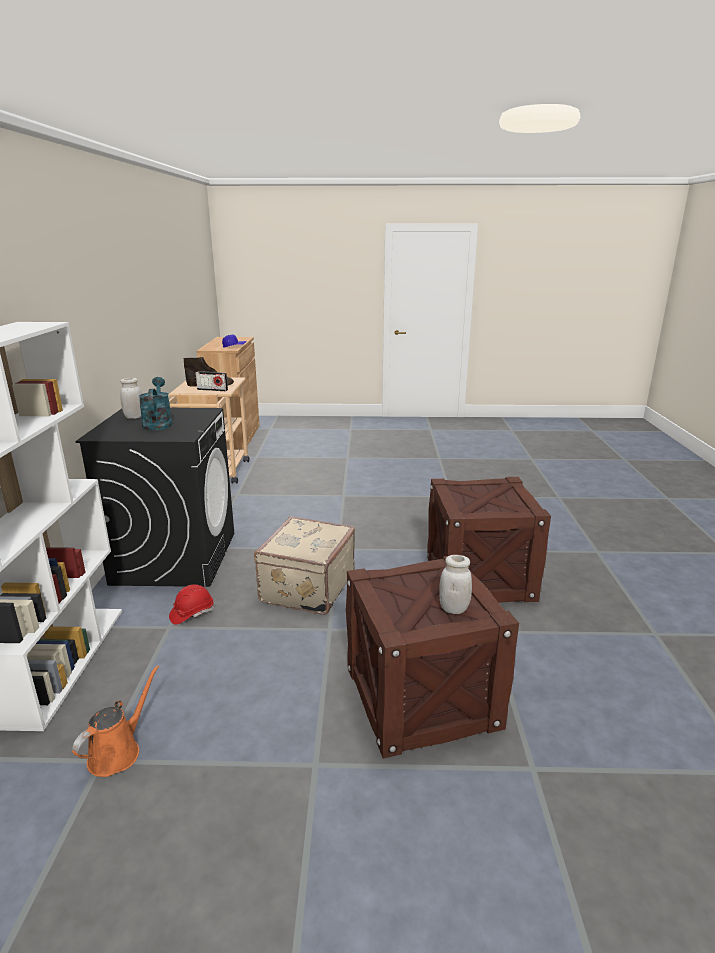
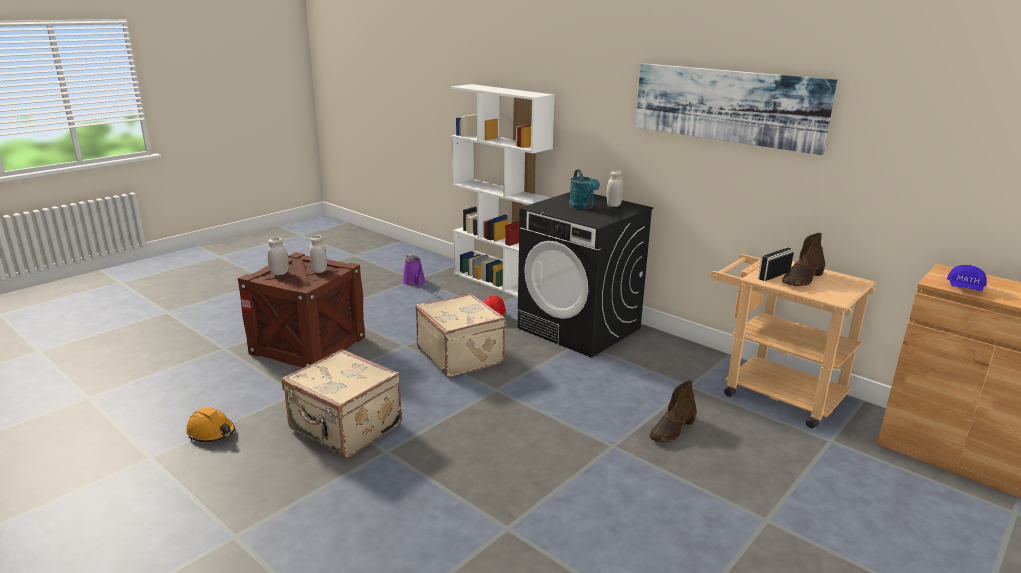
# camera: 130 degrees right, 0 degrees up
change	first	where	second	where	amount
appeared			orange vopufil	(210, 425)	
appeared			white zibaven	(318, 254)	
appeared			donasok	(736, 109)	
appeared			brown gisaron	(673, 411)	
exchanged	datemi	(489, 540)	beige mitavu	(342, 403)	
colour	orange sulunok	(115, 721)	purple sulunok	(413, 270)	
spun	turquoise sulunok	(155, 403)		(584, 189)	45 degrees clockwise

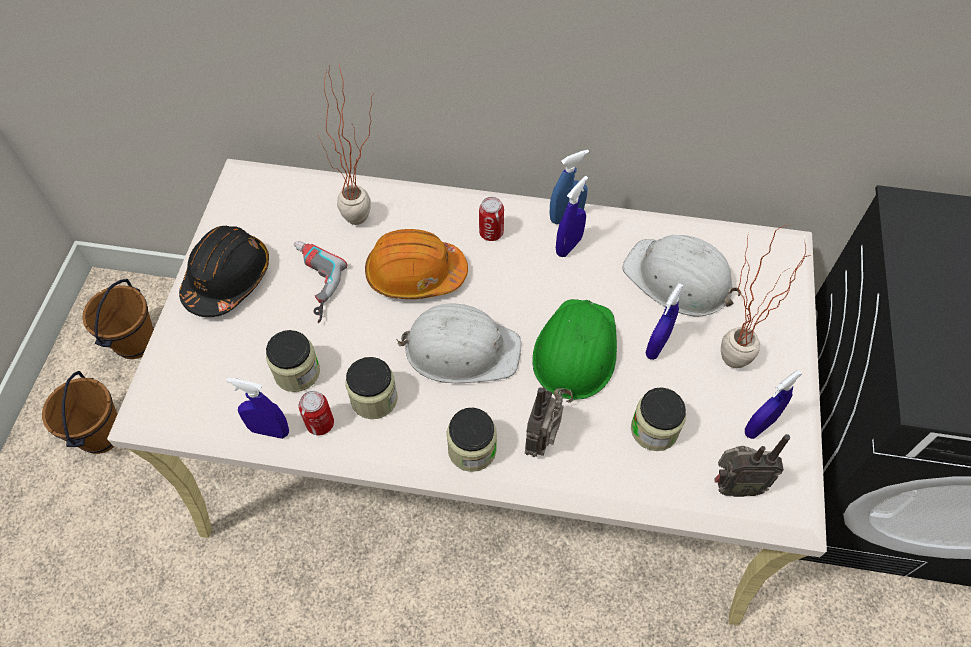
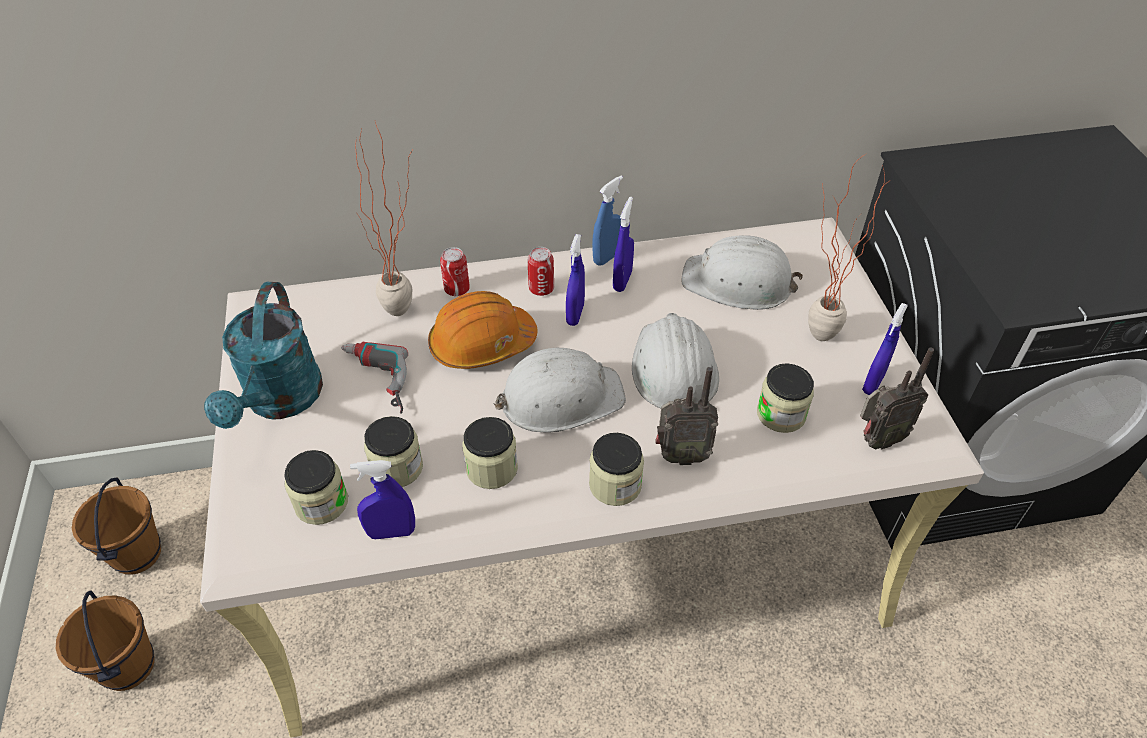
# camera: 20 degrees left, 10 degrees down
change	first	where	second	where	amount
appeared			zibaven	(316, 487)	
relocated	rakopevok	(316, 413)		(455, 271)	
relocated	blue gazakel	(665, 321)		(575, 280)	
exchanged	black vopufil	(224, 271)	turquoise sulunok	(263, 355)	
colour	green vopufil	(574, 351)	white vopufil	(675, 360)	
spun	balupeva	(544, 422)		(686, 416)	90 degrees counterclockwise

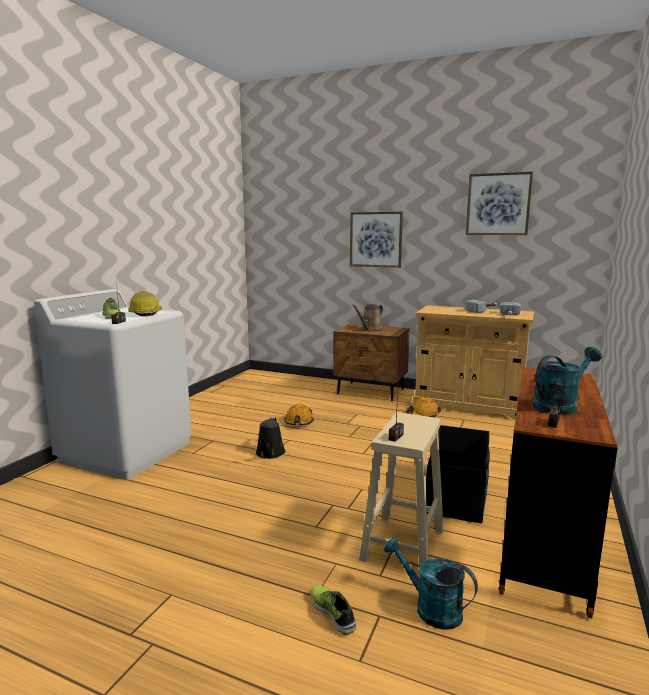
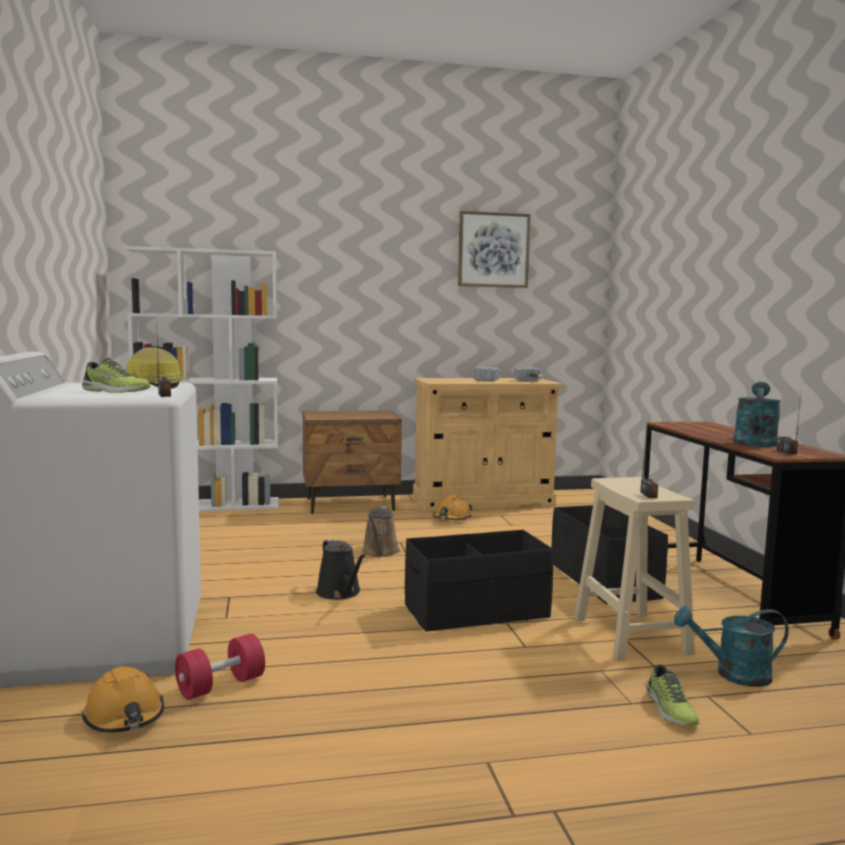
# camera: 35 degrees left, 5 degrees down
change	first	where	second	where	amount
missing	donasok	(376, 240)			
appeared			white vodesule	(202, 378)	
appeared			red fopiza	(220, 667)	
appeared			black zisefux	(479, 581)	
relocated	orange vopufil	(299, 414)		(123, 699)	
relocated	brown sulunok	(367, 317)		(381, 532)	
spun	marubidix	(333, 610)		(673, 695)	120 degrees counterclockwise

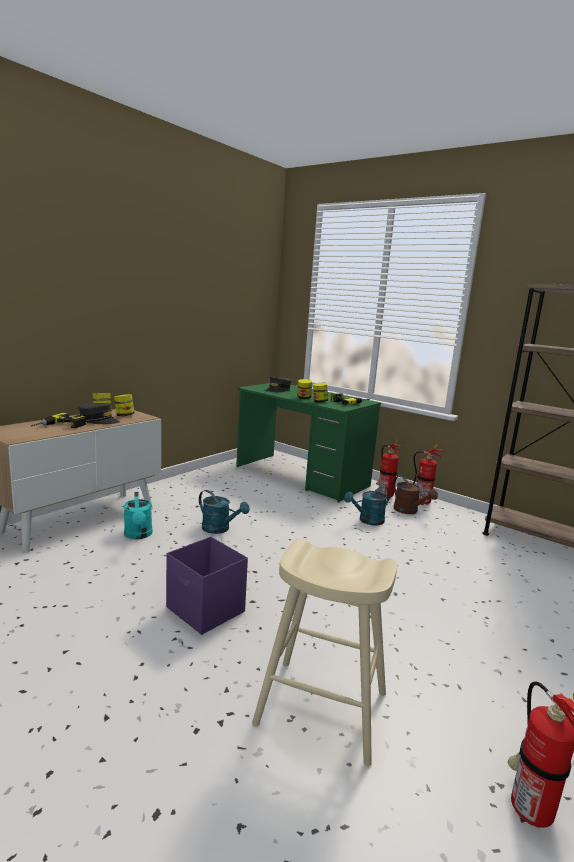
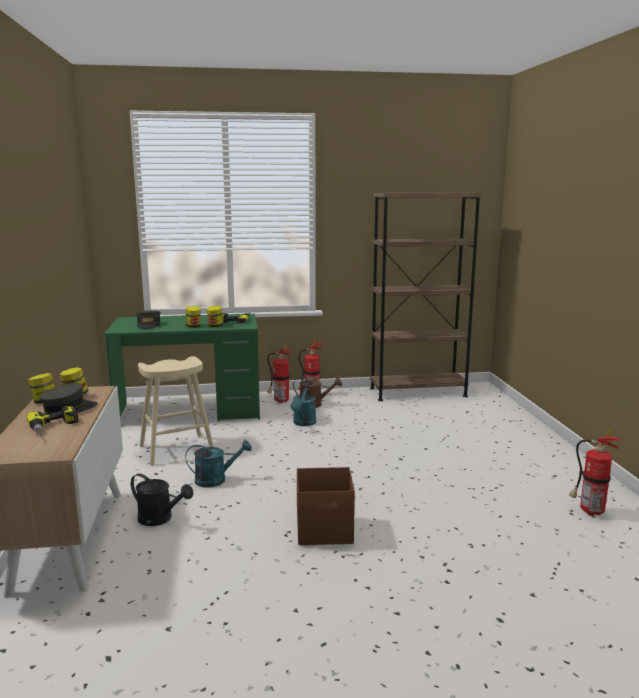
# camera: 45 degrees left, 0 degrees up
change	first	where	second	where	amount
relocated	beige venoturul	(324, 652)		(176, 411)	
colour	turquoise sulunok	(138, 515)	black sulunok	(162, 500)	
colour	purple zisefux	(207, 586)	brown zisefux	(326, 506)	

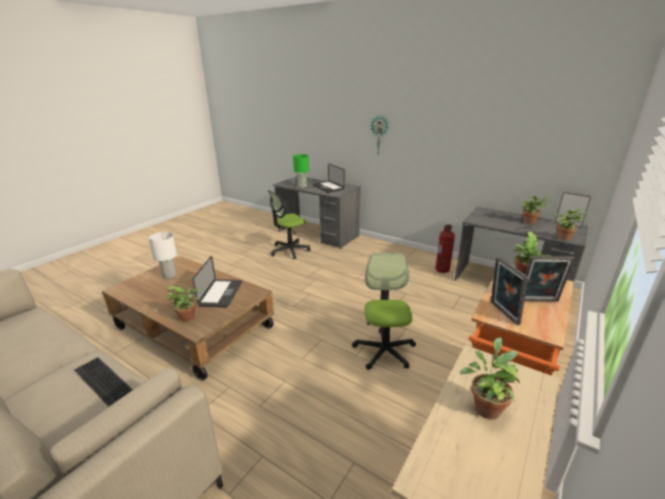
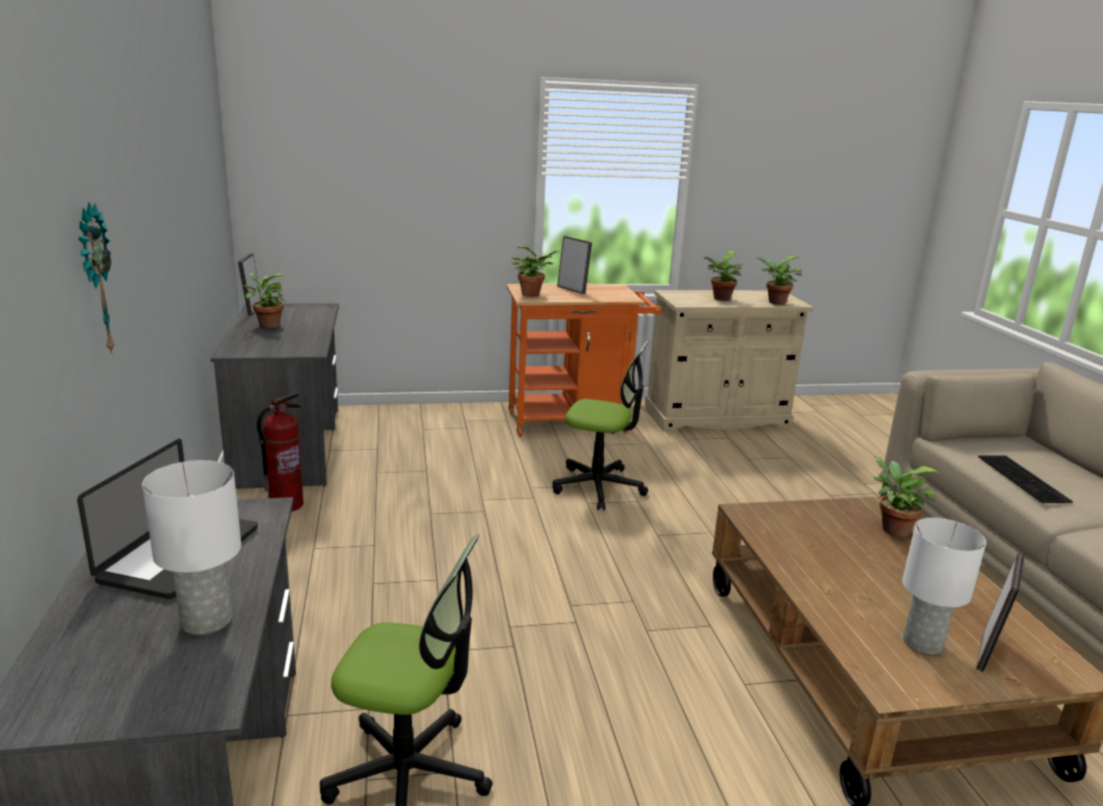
# camera: 135 degrees left, 5 degrees down
change	first	where	second	where	amount
missing	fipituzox	(217, 281)			
relocated	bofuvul	(509, 291)		(1000, 612)	
relocated	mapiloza	(570, 224)		(780, 280)	
colour	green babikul	(301, 171)	white babikul	(191, 547)	
spun	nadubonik	(384, 311)		(601, 425)	120 degrees counterclockwise

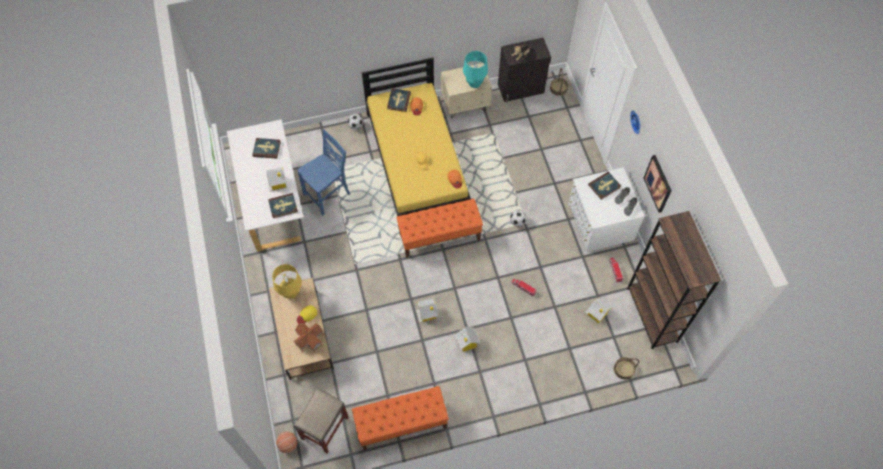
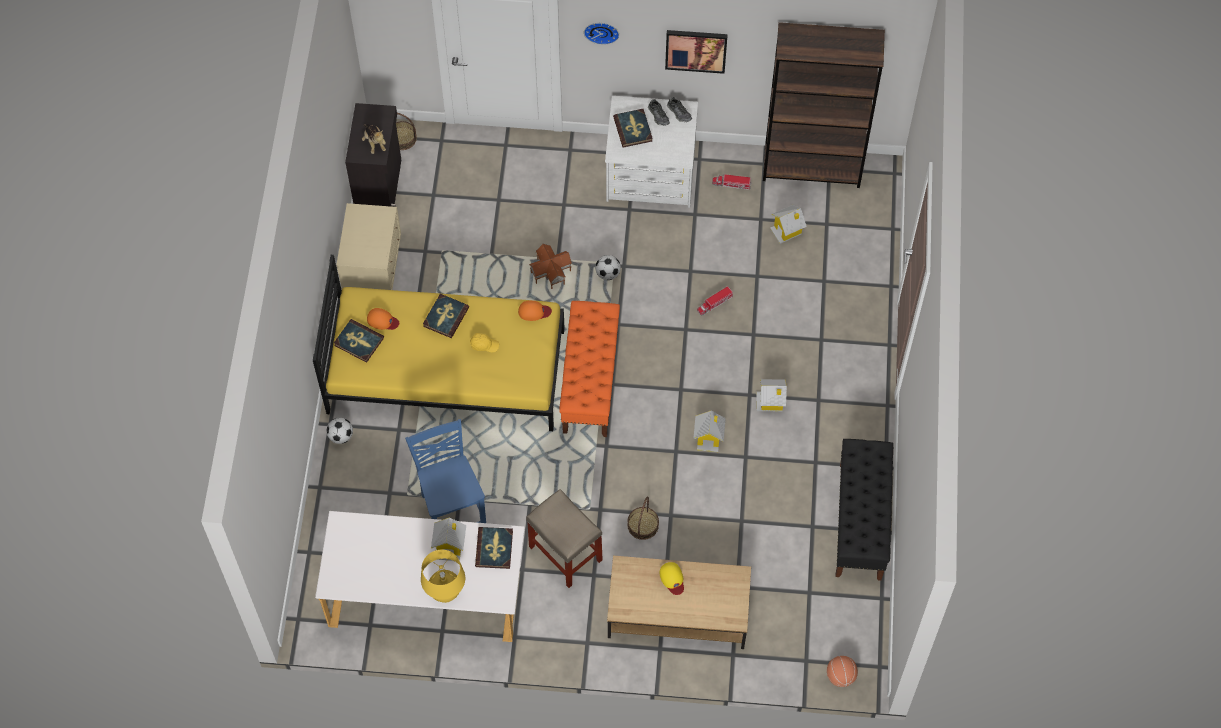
# camera: 70 degrees left, 0 degrees up
change	first	where	second	where	amount
missing	turquoise babikul	(475, 69)			
relocated	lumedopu	(266, 148)		(446, 316)	
relocated	yellow babikul	(287, 281)		(443, 576)	
relocated	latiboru	(309, 338)		(550, 266)	
relocated	beige venoturul	(321, 420)		(564, 538)	
relocated	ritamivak	(626, 368)		(643, 518)	
colour	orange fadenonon	(400, 418)	black fadenonon	(864, 510)	

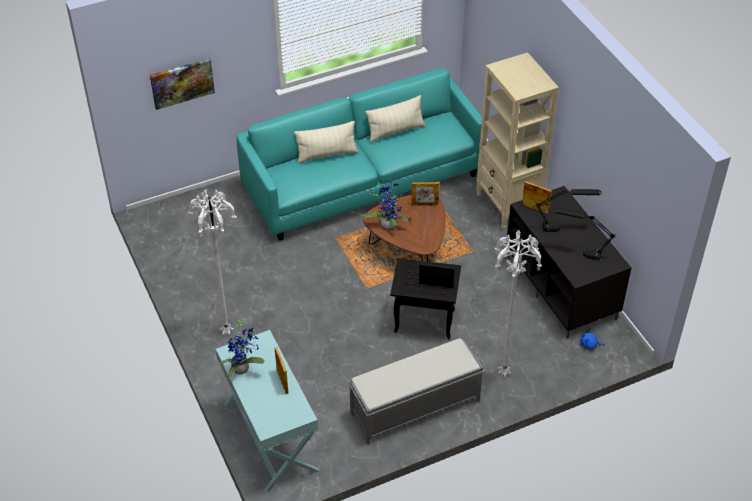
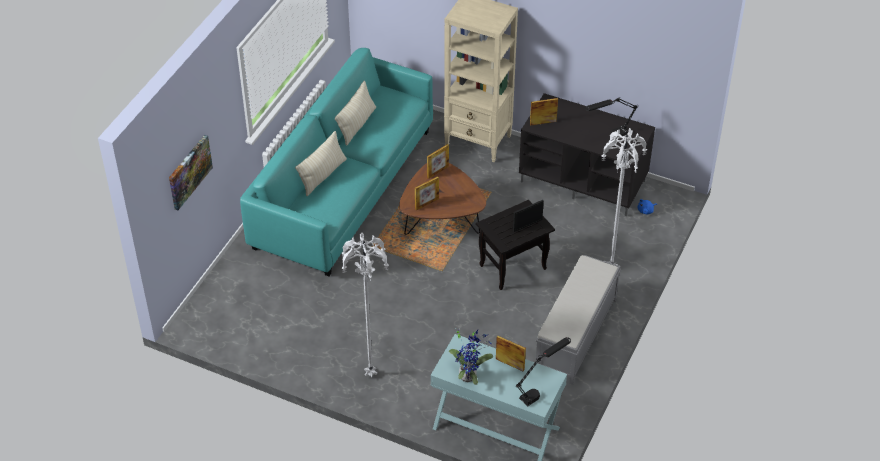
# camera: 40 degrees left, 0 degrees up
change	first	where	second	where	amount
relocated	black babikul	(568, 210)		(543, 371)	
exchanged	mapiloza	(386, 204)	bofuvul	(427, 193)	

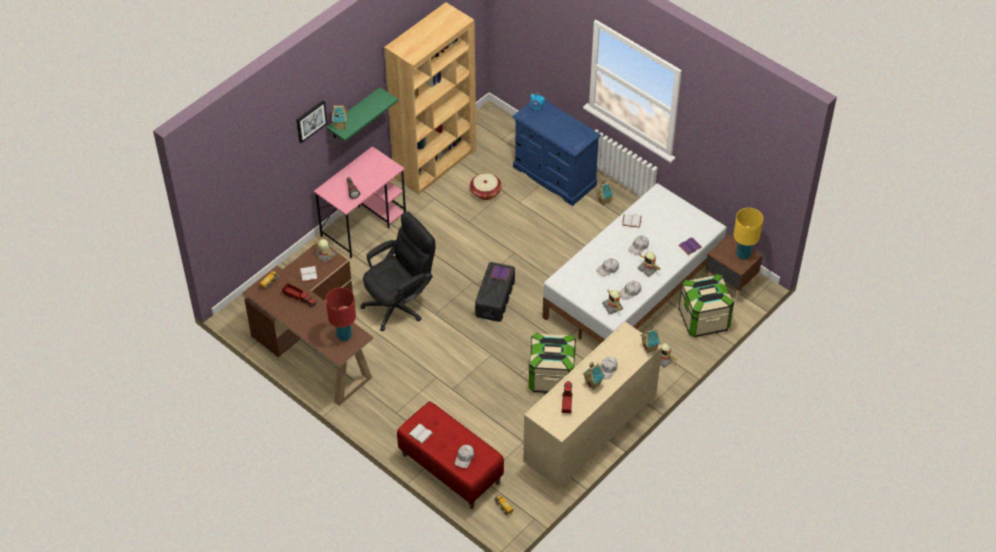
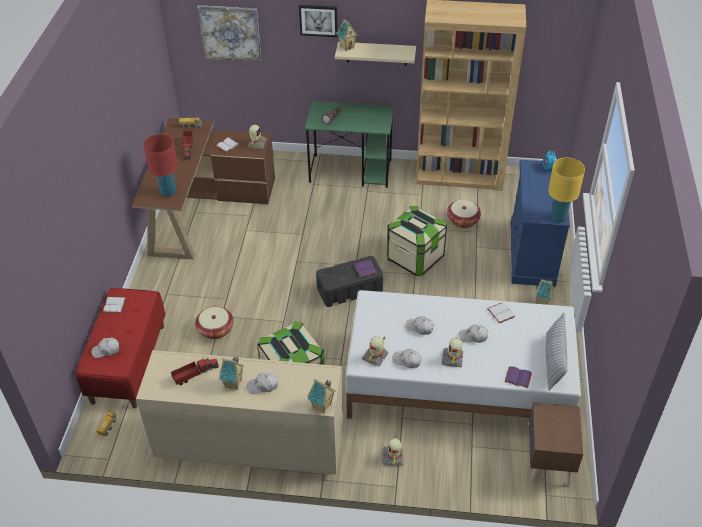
# camera: 55 degrees right, 5 degrees down
change	first	where	second	where	amount
missing	black nadubonik	(397, 271)			
appeared			ritamivak	(214, 322)	
appeared			donasok	(229, 33)	
appeared			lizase	(556, 352)	
relocated	zisefux	(706, 305)		(417, 241)	
relocated	yellow babikul	(748, 233)		(566, 189)	
colour	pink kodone	(359, 202)	green kodone	(349, 144)	
colour	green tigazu	(362, 114)	beige tigazu	(375, 54)	

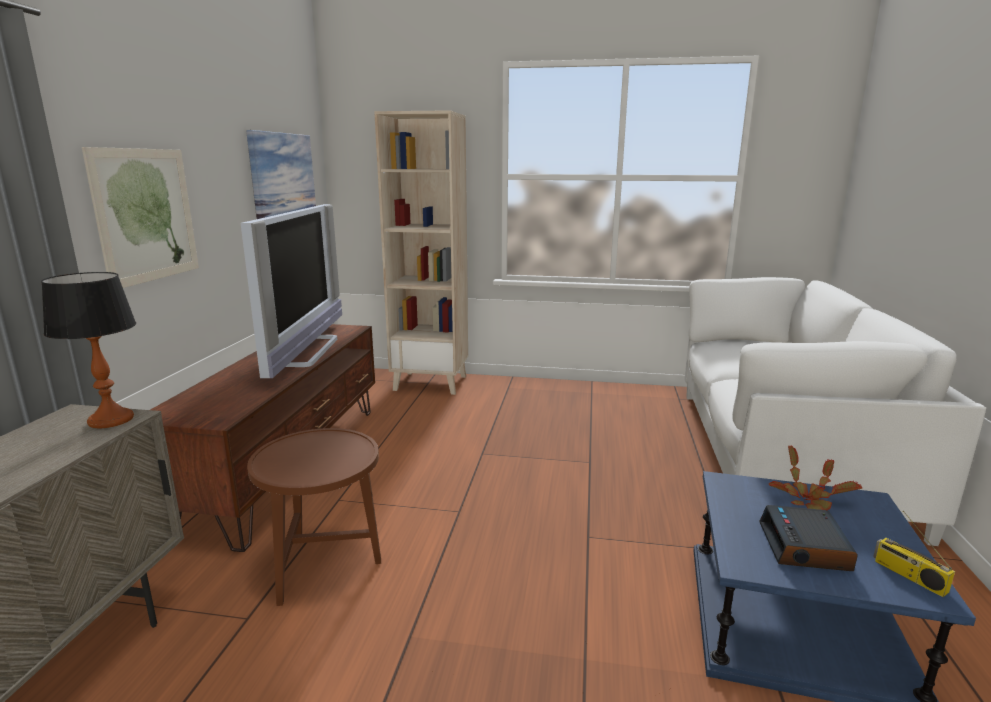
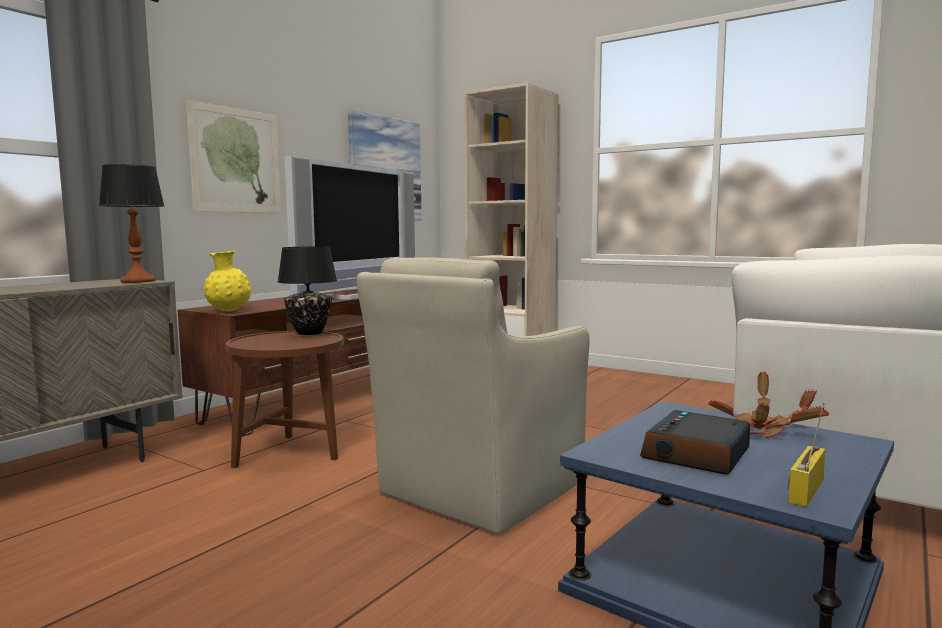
# camera: 25 degrees right, 10 degrees down
change	first	where	second	where	amount
appeared			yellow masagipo	(227, 281)	
appeared			black babikul	(307, 290)	
appeared			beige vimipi	(473, 395)	
spun	balupeva	(914, 554)		(807, 455)	45 degrees clockwise

